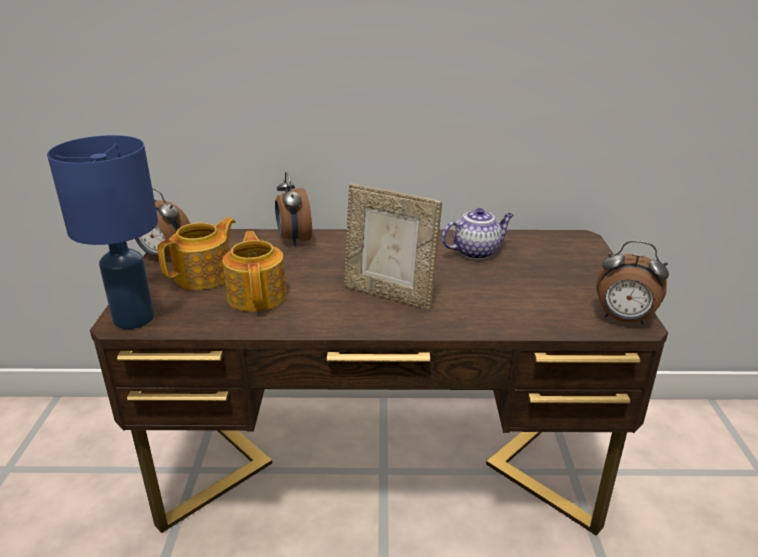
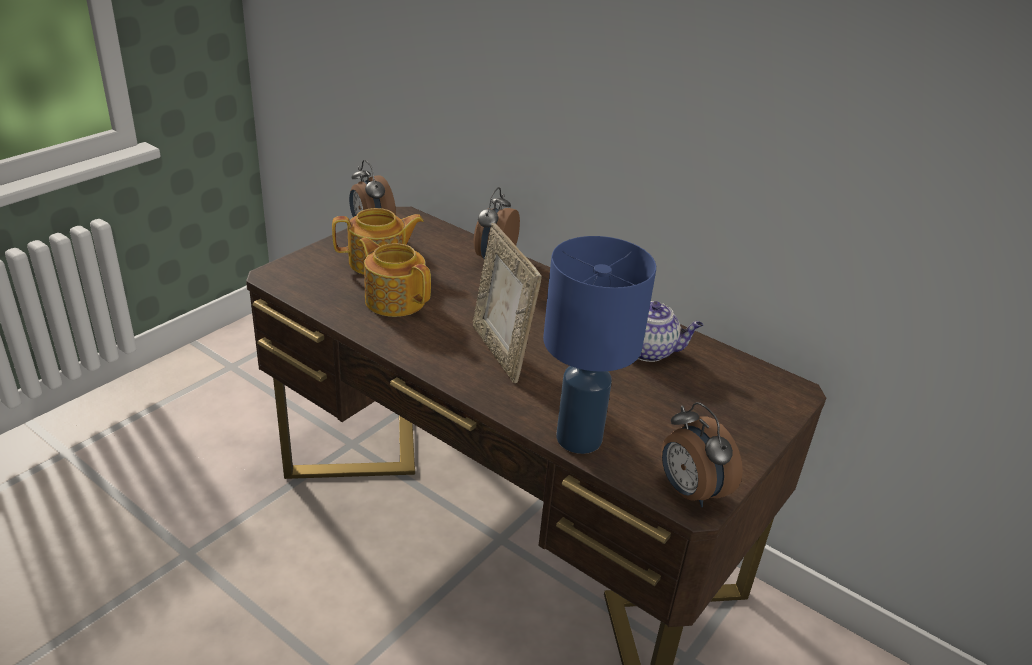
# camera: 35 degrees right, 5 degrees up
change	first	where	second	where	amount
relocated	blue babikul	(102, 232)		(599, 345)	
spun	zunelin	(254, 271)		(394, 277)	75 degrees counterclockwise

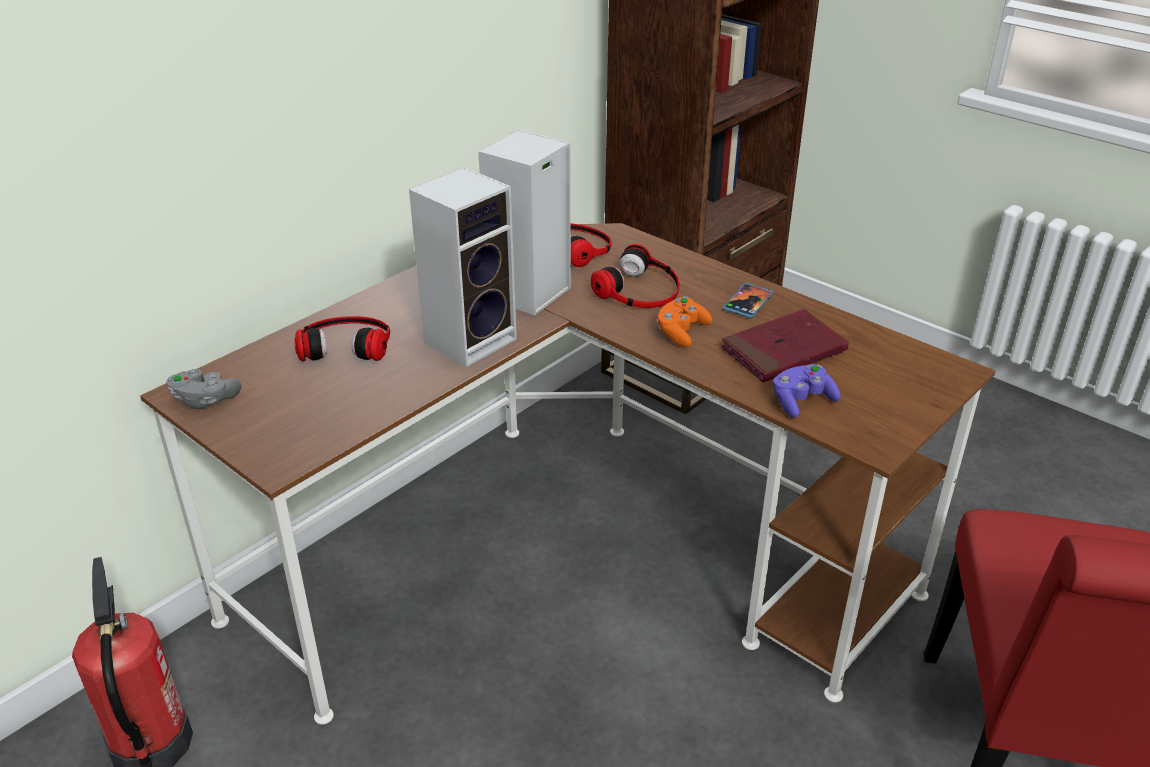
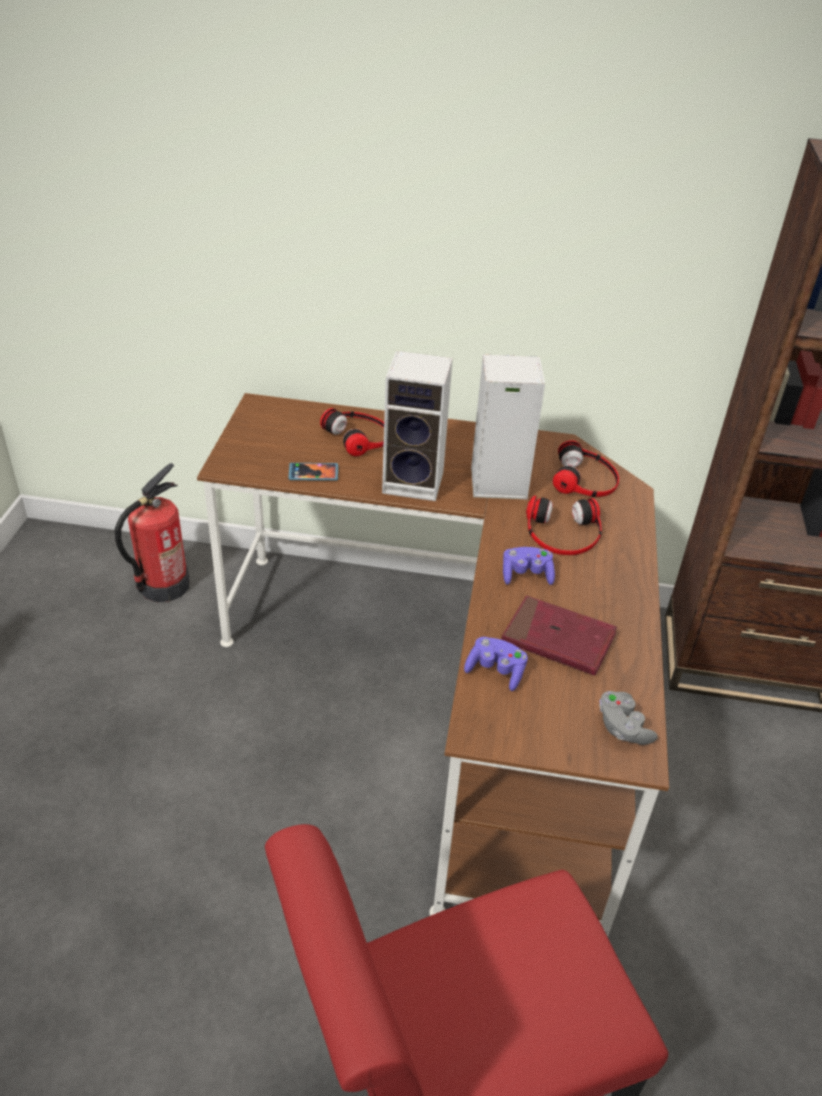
# camera: 55 degrees right, 5 degrees up
change	first	where	second	where	amount
relocated	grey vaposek	(203, 389)		(628, 718)	
relocated	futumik	(748, 301)		(313, 472)	
colour	orange vaposek	(684, 322)	purple vaposek	(529, 566)	

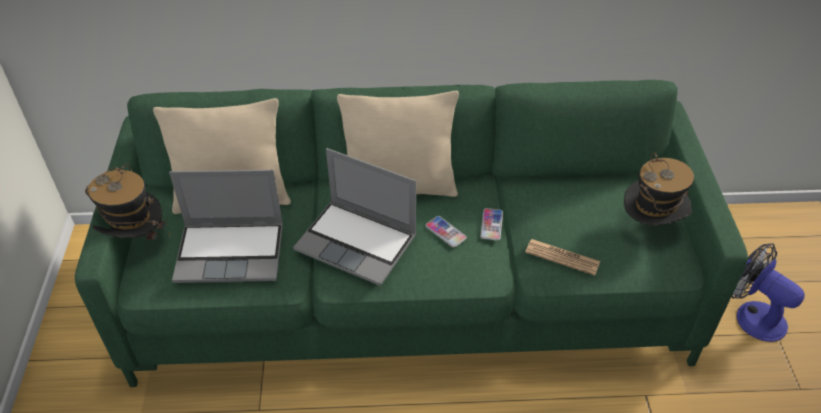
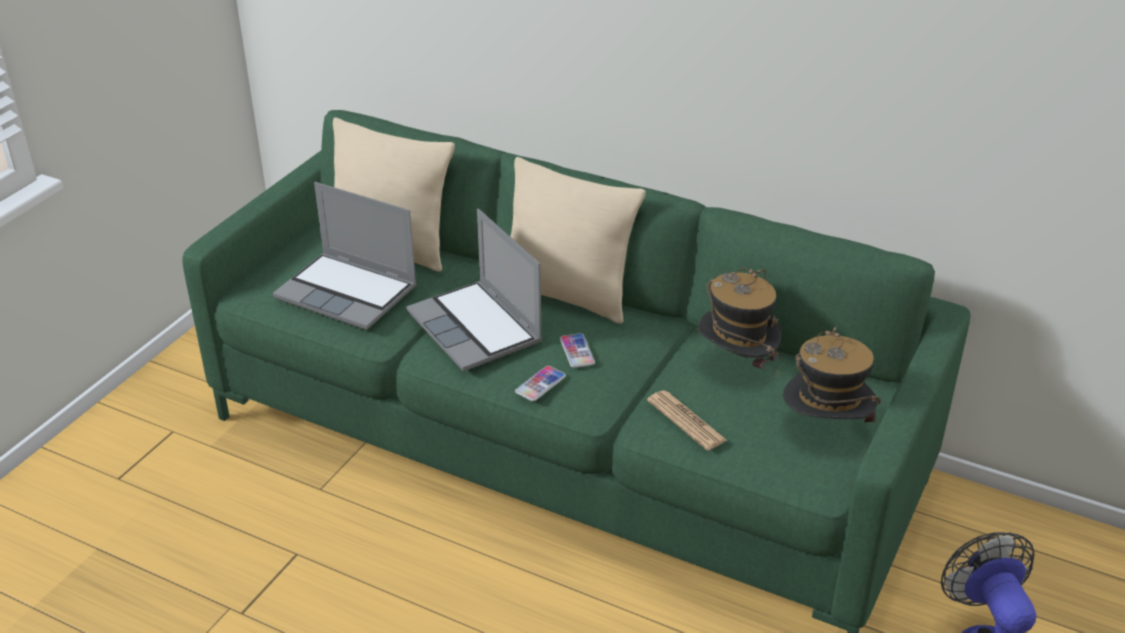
# camera: 30 degrees right, 10 degrees down
change	first	where	second	where	amount
relocated	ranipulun	(127, 202)		(739, 322)	
relocated	futumik	(491, 224)		(540, 383)	

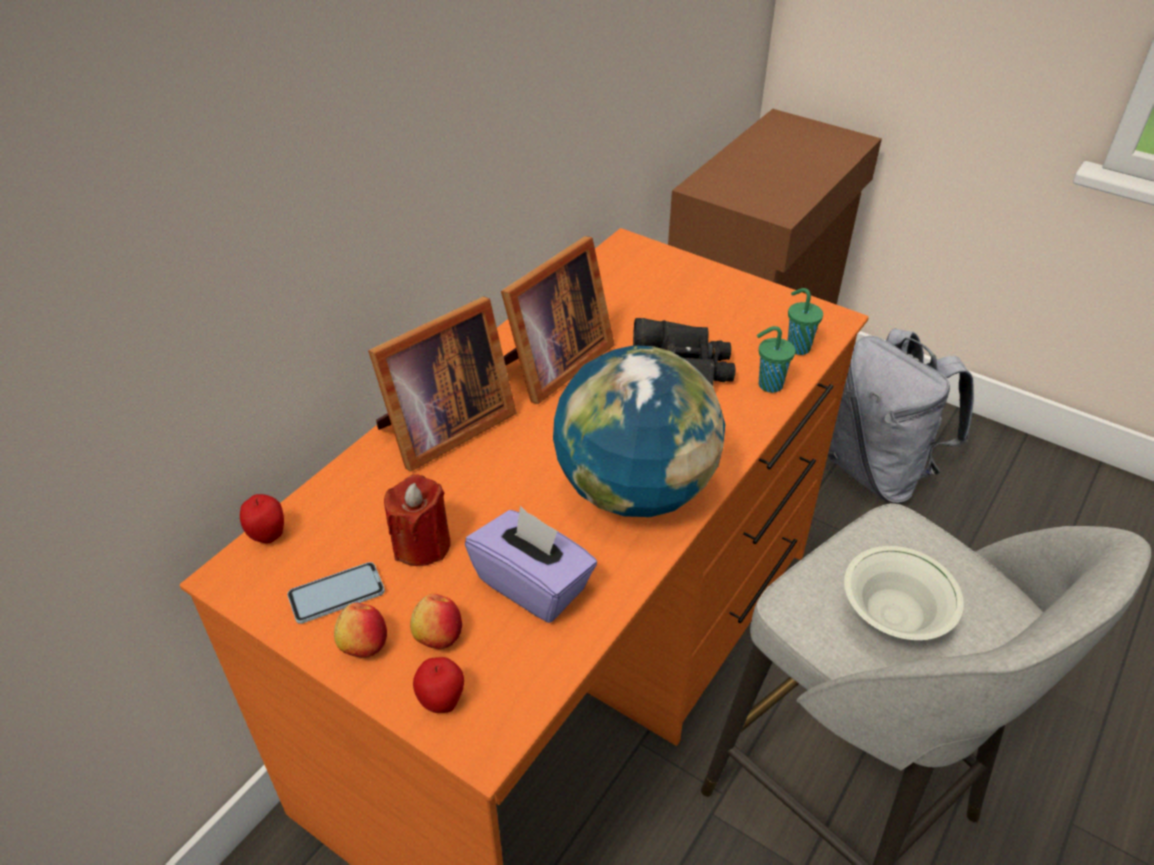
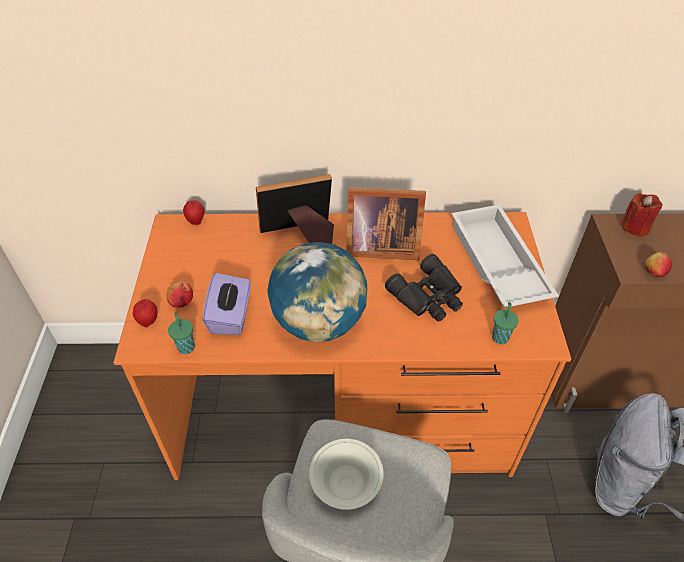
# camera: 55 degrees right, 5 degrees up
change	first	where	second	where	amount
missing	futumik	(336, 593)			
appeared			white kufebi	(505, 256)	
relocated	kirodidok	(360, 630)		(658, 264)	
relocated	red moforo	(417, 520)		(641, 215)	
relocated	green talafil	(776, 359)		(181, 333)	
spun	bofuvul	(442, 384)		(295, 209)	150 degrees clockwise

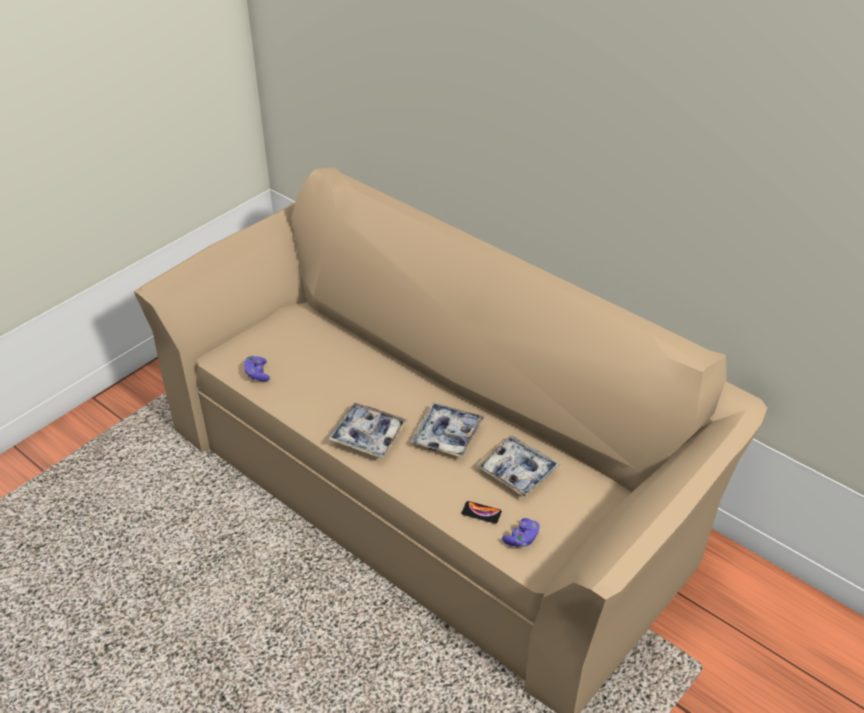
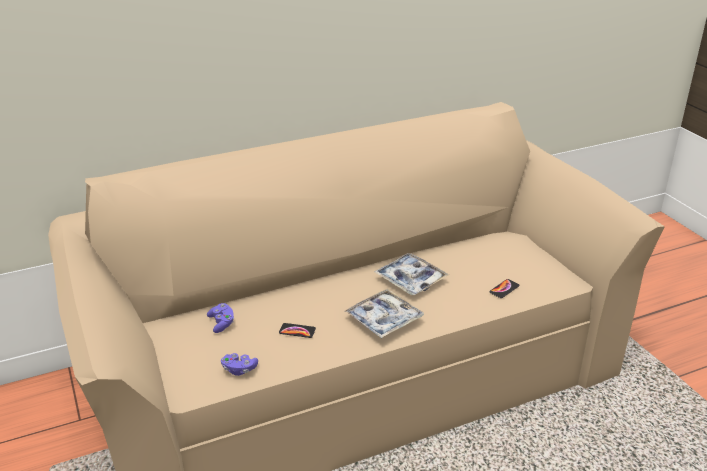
# camera: 65 degrees left, 10 degrees down
change	first	where	second	where	amount
missing	kufebi	(517, 467)			
appeared			futumik	(297, 330)	
relocated	purple vaposek	(521, 532)		(220, 318)	

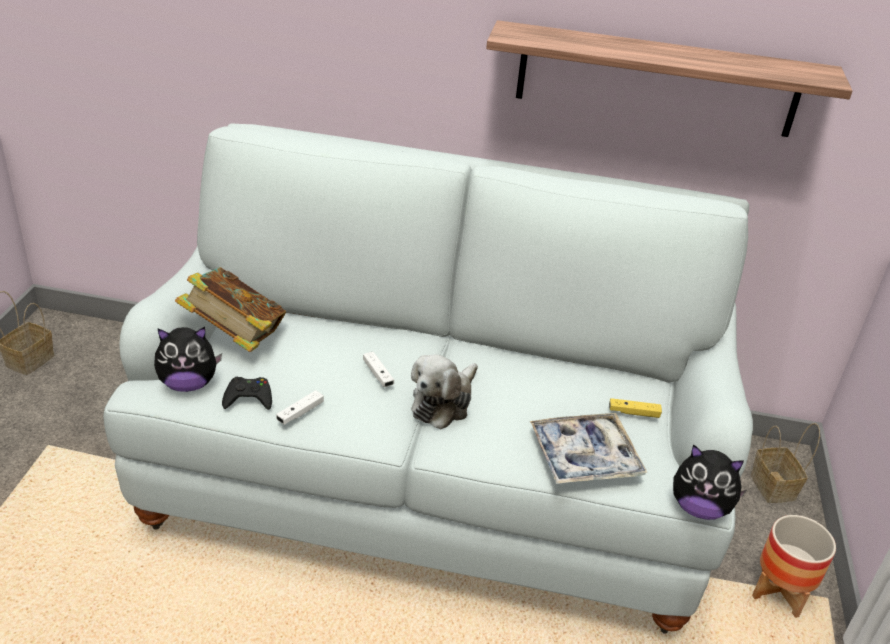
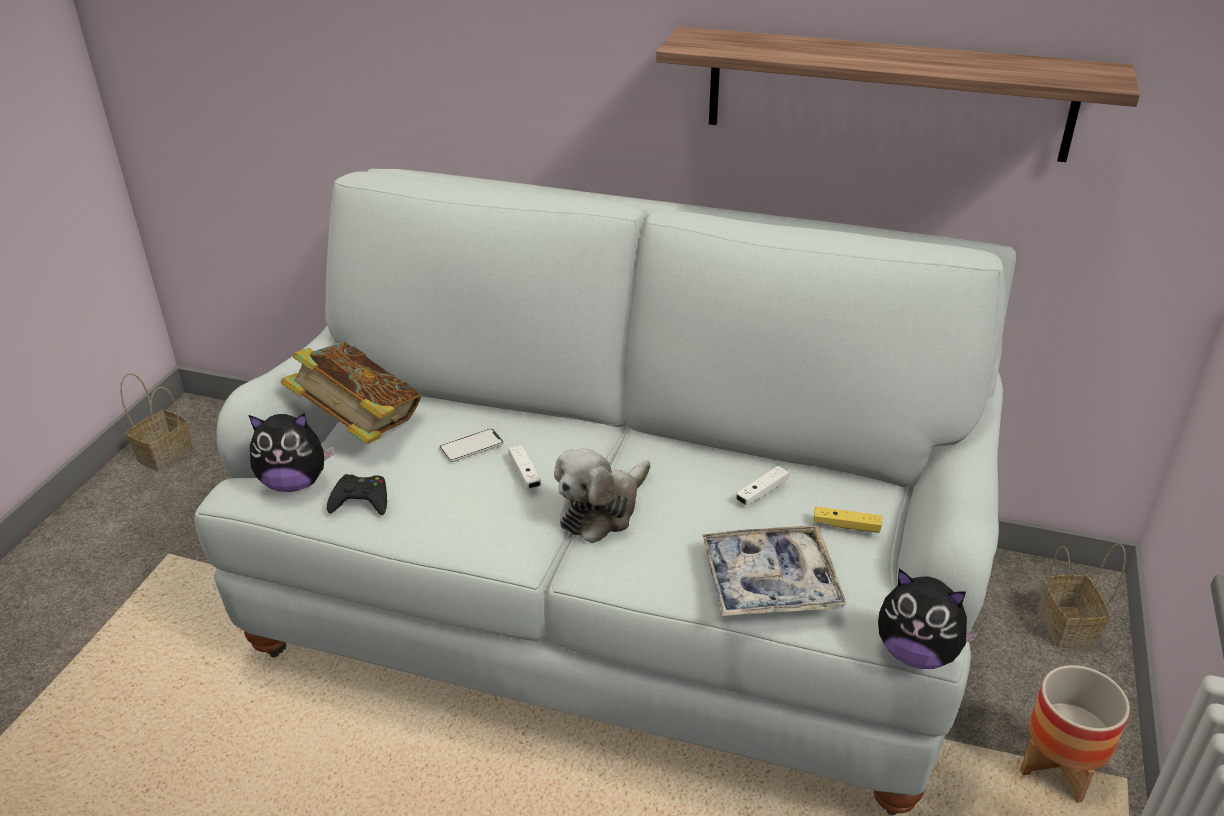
# camera: 10 degrees right, 0 degrees up
change	first	where	second	where	amount
appeared			futumik	(471, 445)	
relocated	white vaposek	(300, 407)		(762, 485)	

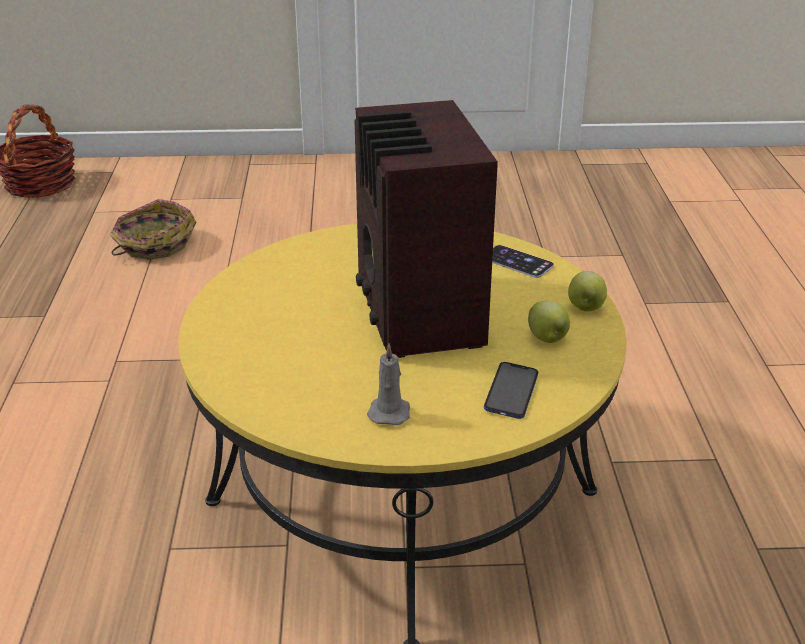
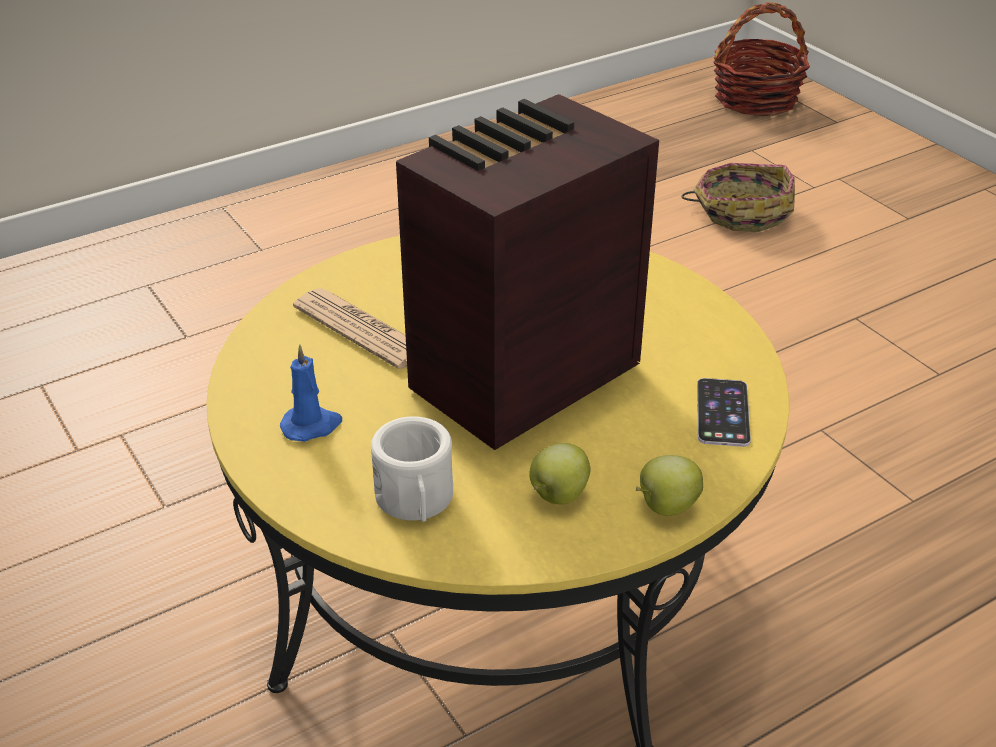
# camera: 60 degrees right, 5 degrees up
change	first	where	second	where	amount
appeared			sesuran	(350, 328)	
exchanged	futumik	(511, 390)	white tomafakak	(412, 469)	
colour	grey moforo	(388, 384)	blue moforo	(311, 393)	

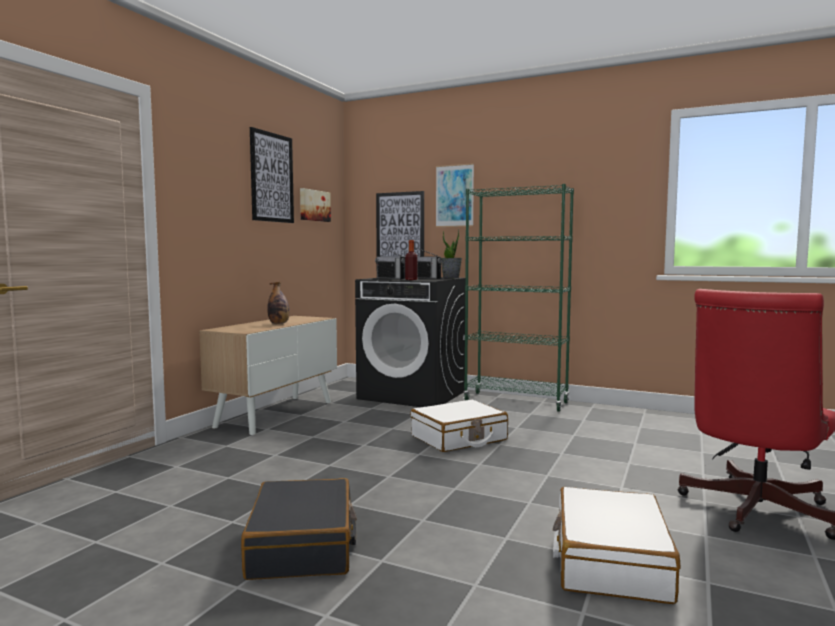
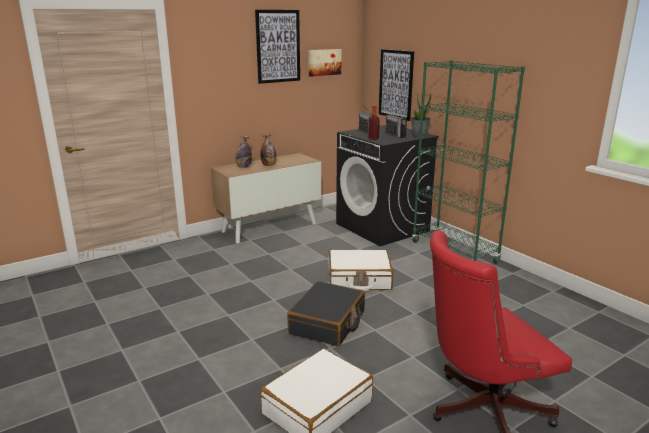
# camera: 30 degrees right, 15 degrees up
change	first	where	second	where	amount
missing	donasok	(455, 195)			
appeared			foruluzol	(244, 152)	
relocated	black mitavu	(299, 529)		(326, 314)	

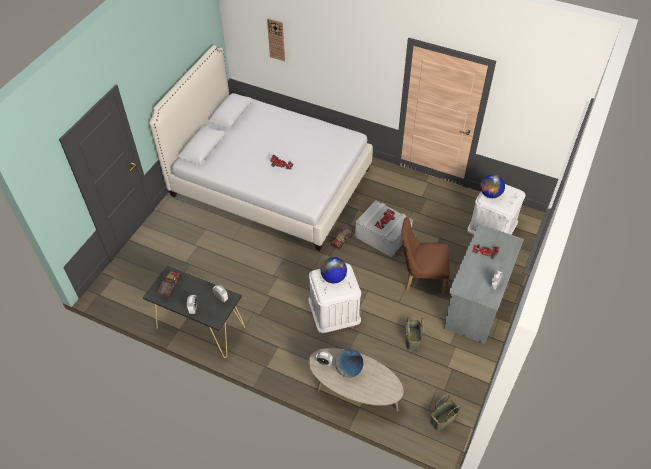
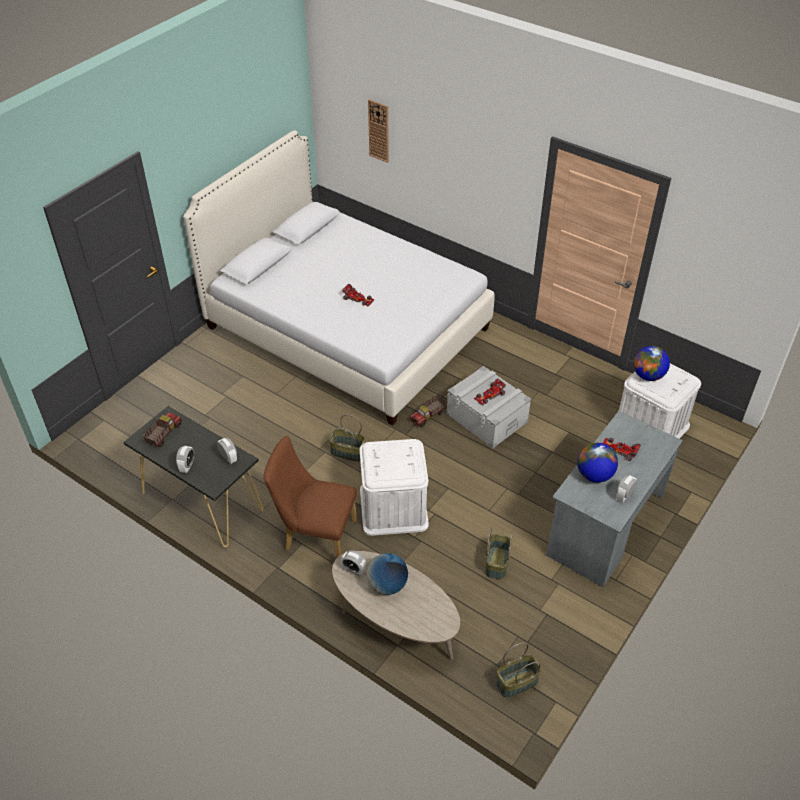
# camera: 10 degrees right, 5 degrees down
change	first	where	second	where	amount
appeared			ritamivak	(347, 438)	
relocated	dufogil	(334, 270)		(597, 463)	
relocated	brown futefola	(425, 255)		(310, 497)	

